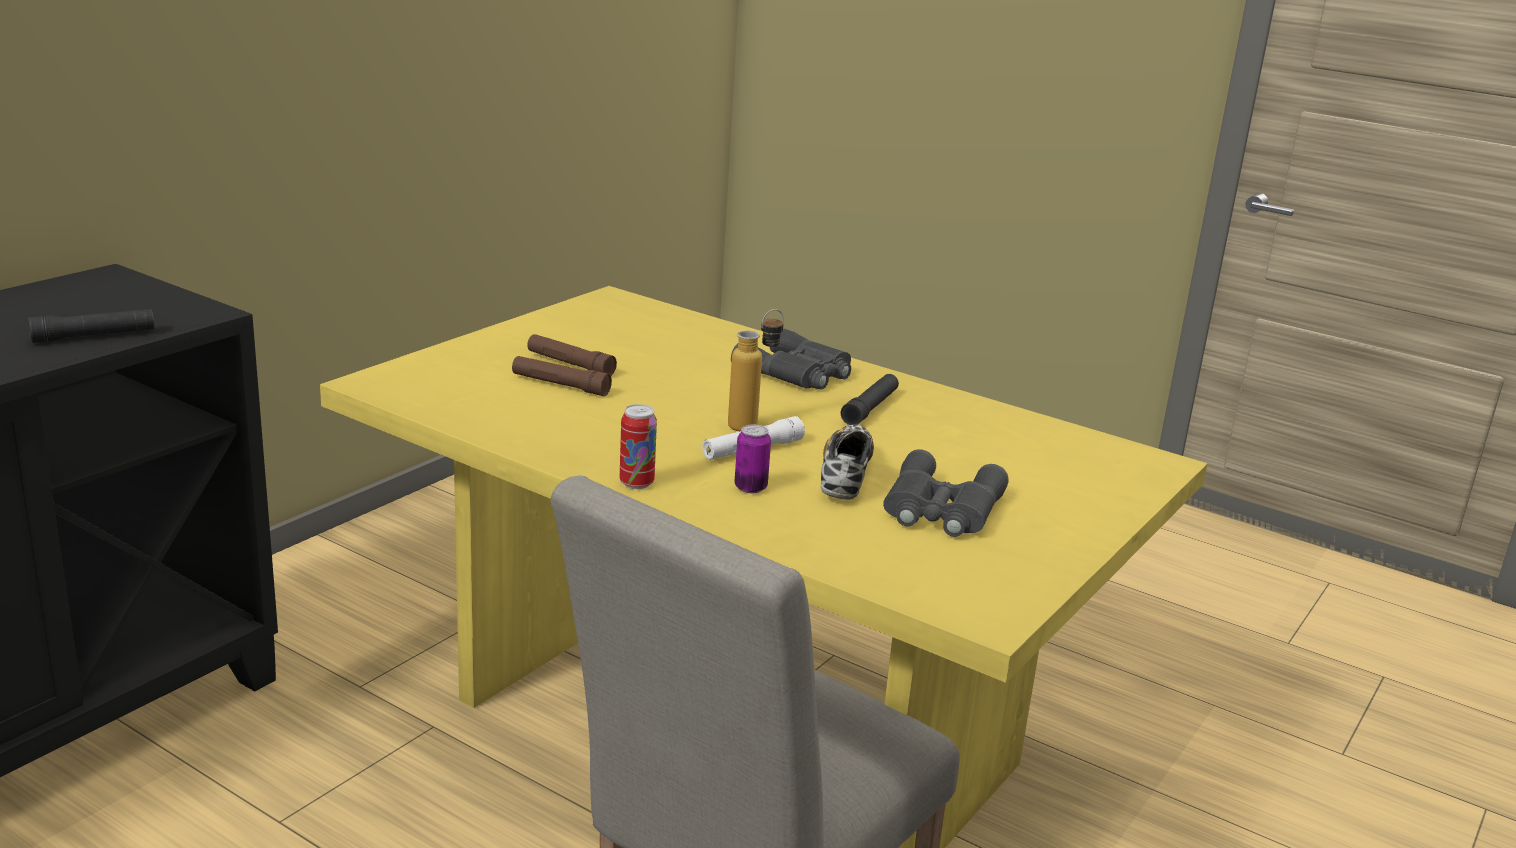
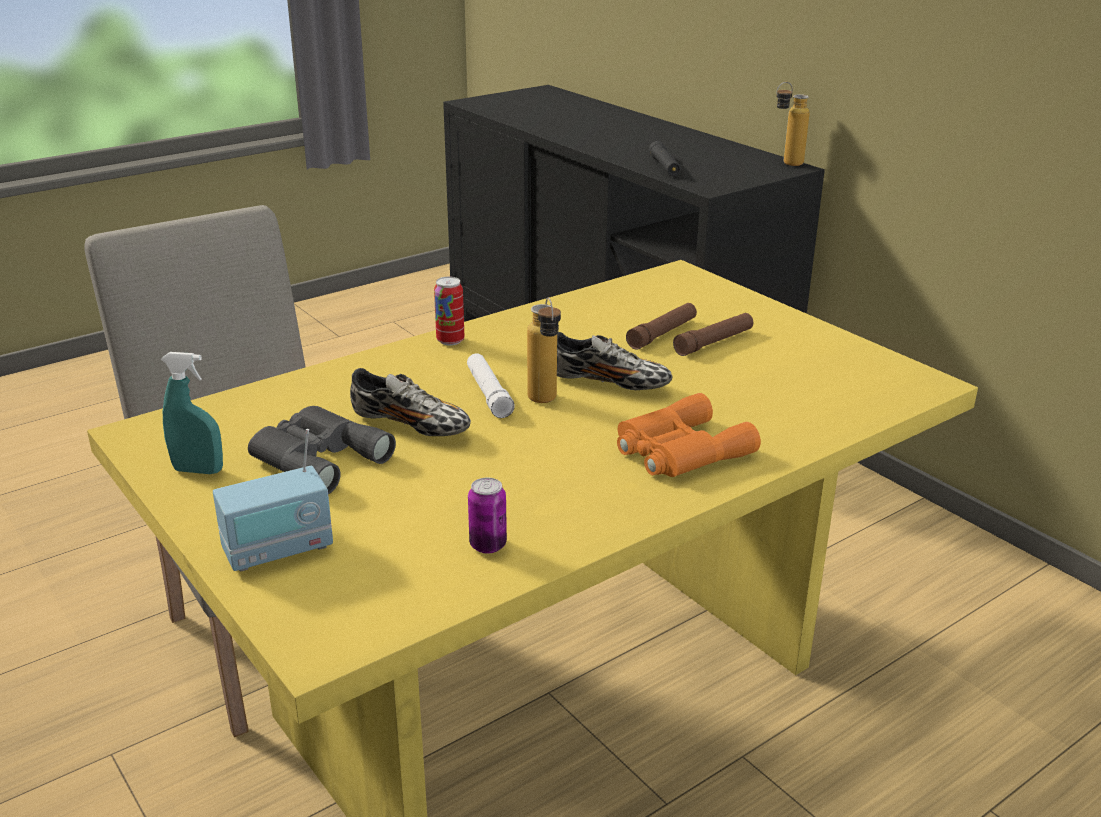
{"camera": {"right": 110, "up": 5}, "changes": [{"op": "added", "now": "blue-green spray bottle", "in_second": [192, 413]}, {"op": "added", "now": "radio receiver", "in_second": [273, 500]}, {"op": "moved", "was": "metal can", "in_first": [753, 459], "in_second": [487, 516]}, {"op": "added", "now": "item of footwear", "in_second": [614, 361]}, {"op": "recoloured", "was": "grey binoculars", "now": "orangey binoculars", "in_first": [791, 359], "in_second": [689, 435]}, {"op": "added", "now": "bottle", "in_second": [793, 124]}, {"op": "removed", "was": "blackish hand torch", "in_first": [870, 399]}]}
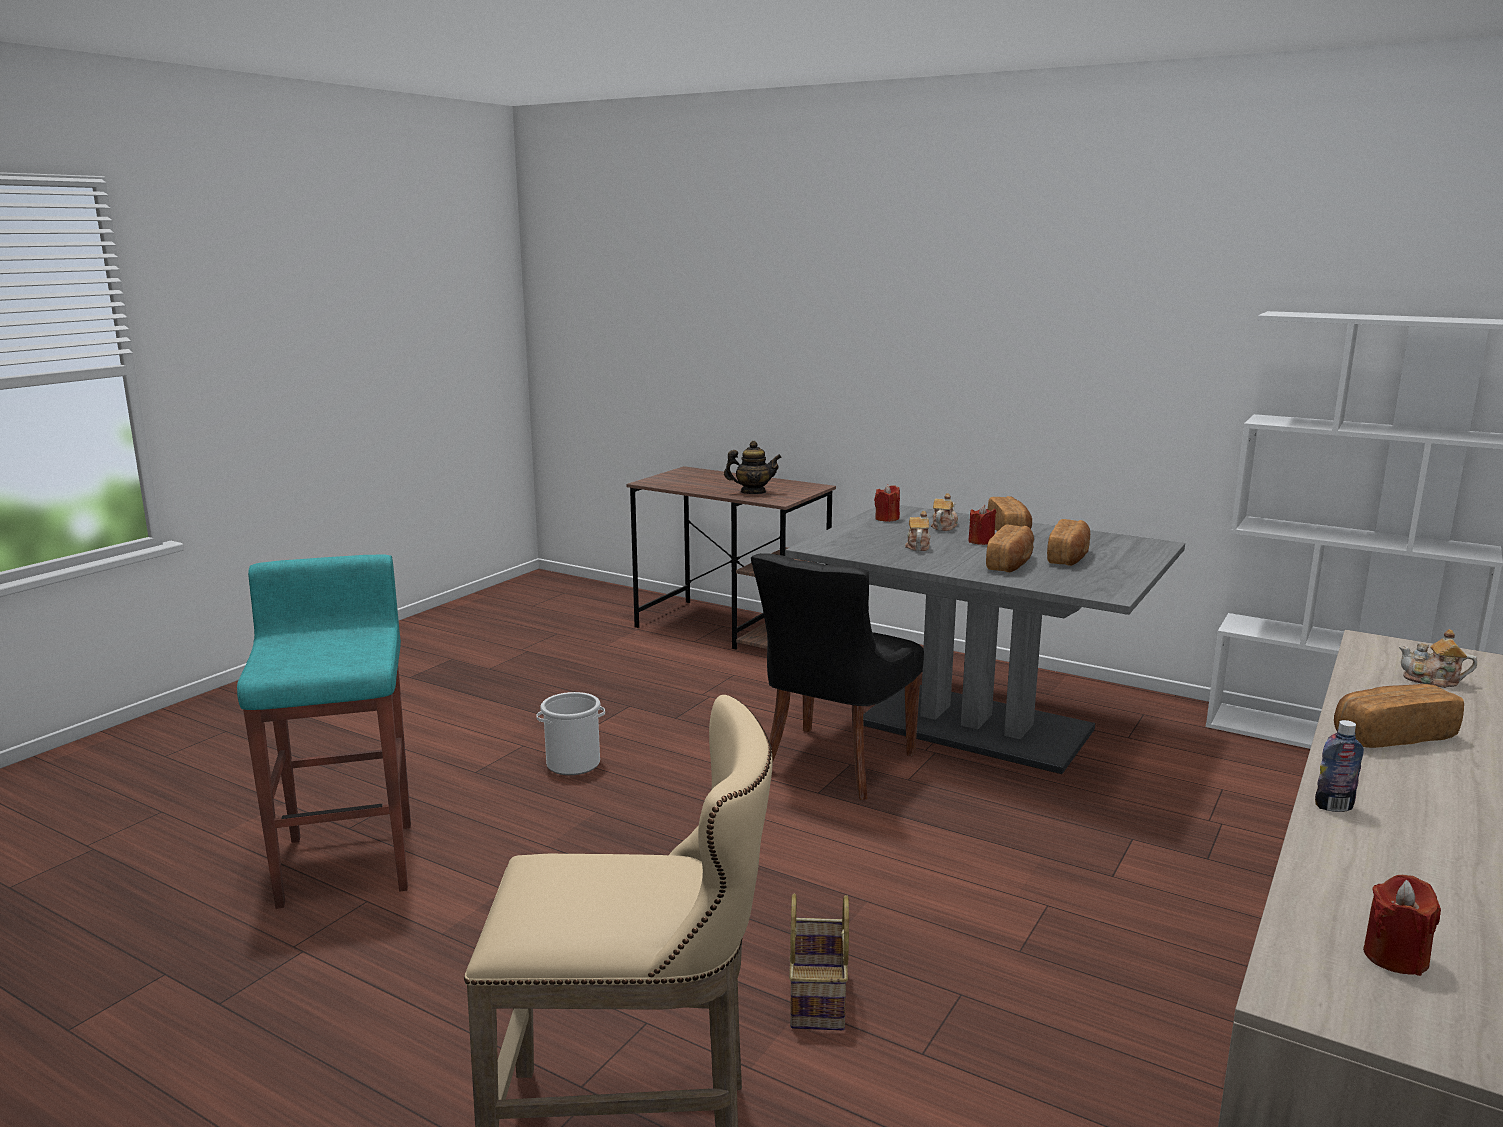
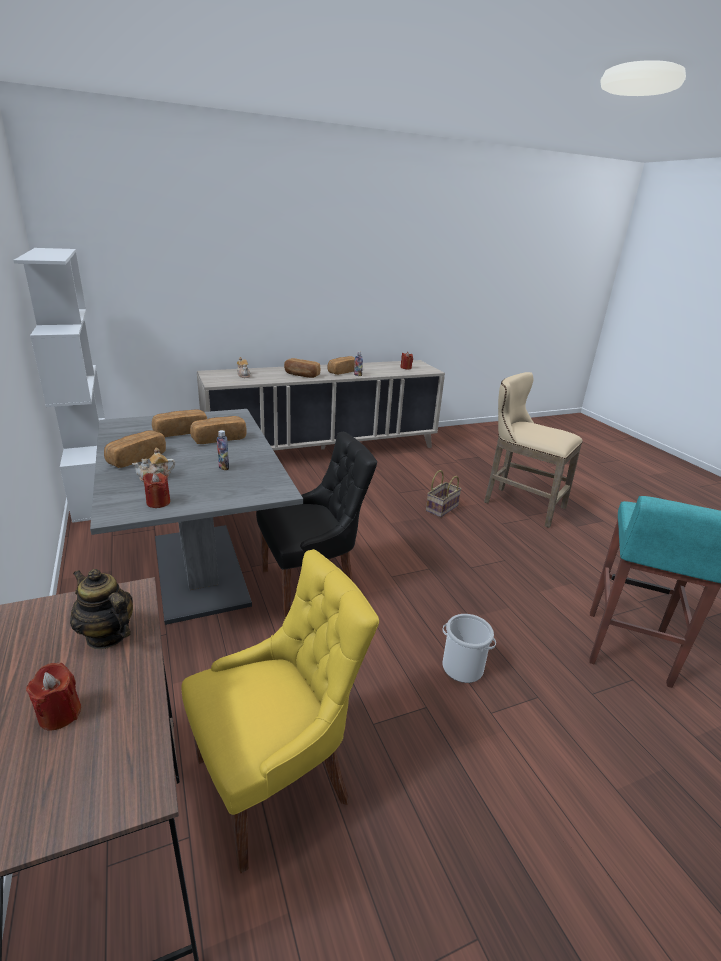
{"camera": {"right": -145, "up": 10}, "changes": [{"op": "moved", "was": "reddish wax light", "in_first": [982, 525], "in_second": [53, 696]}, {"op": "added", "now": "yellow-coloured upright chair", "in_second": [280, 711]}, {"op": "replaced", "was": "tea pot", "now": "bottle", "in_first": [917, 531], "in_second": [223, 450]}, {"op": "added", "now": "baked bread", "in_second": [341, 365]}]}
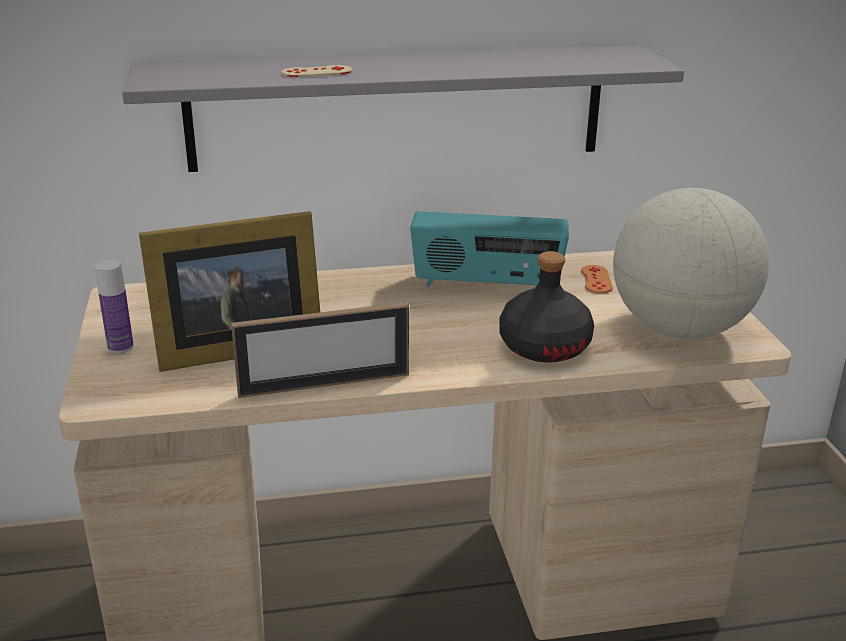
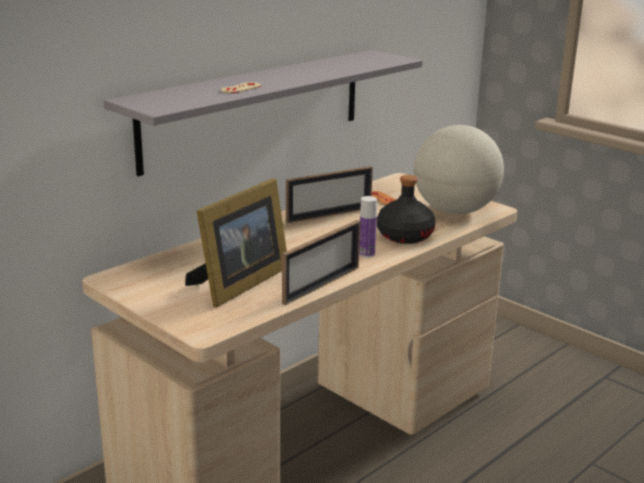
{"camera": {"right": -35, "up": -5}, "changes": [{"op": "replaced", "was": "radio receiver", "now": "standing frame", "in_first": [489, 248], "in_second": [329, 194]}, {"op": "moved", "was": "bottle", "in_first": [114, 307], "in_second": [368, 226]}]}
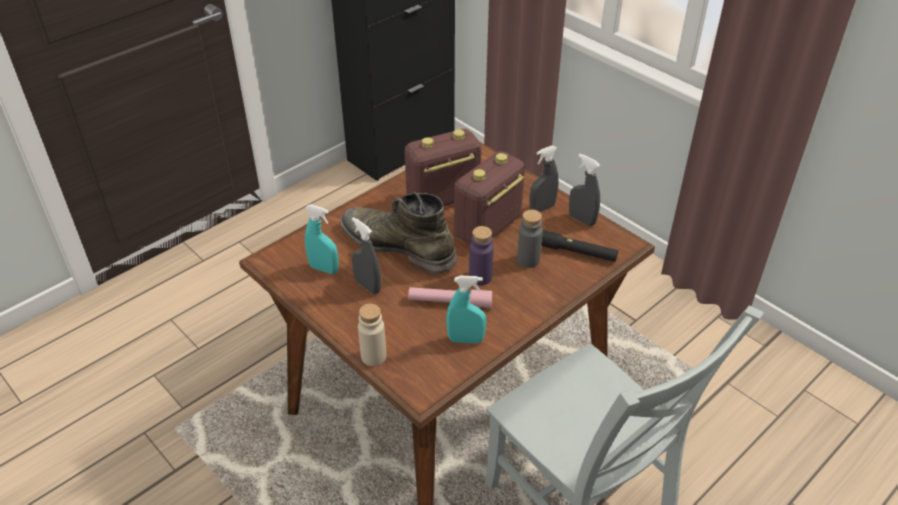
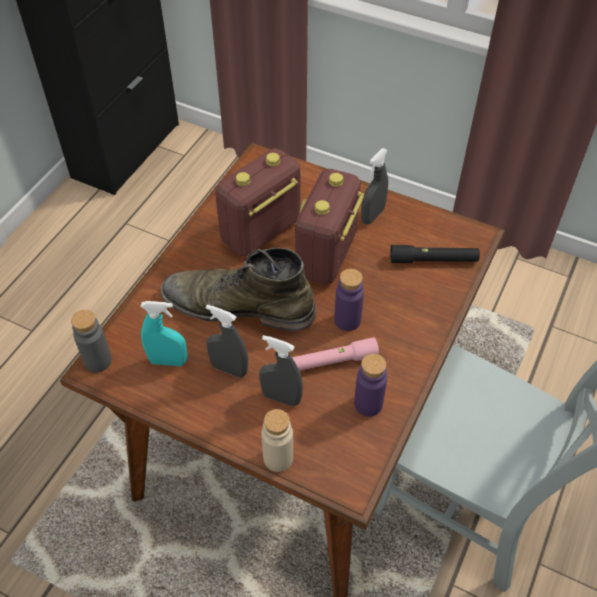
{"camera": {"right": -20, "up": 10}, "changes": [{"op": "moved", "was": "grey bottle", "in_first": [530, 239], "in_second": [91, 341]}, {"op": "moved", "was": "grey spray bottle", "in_first": [584, 190], "in_second": [281, 371]}, {"op": "replaced", "was": "blue-green spray bottle", "now": "purplish bottle", "in_first": [466, 310], "in_second": [370, 385]}]}
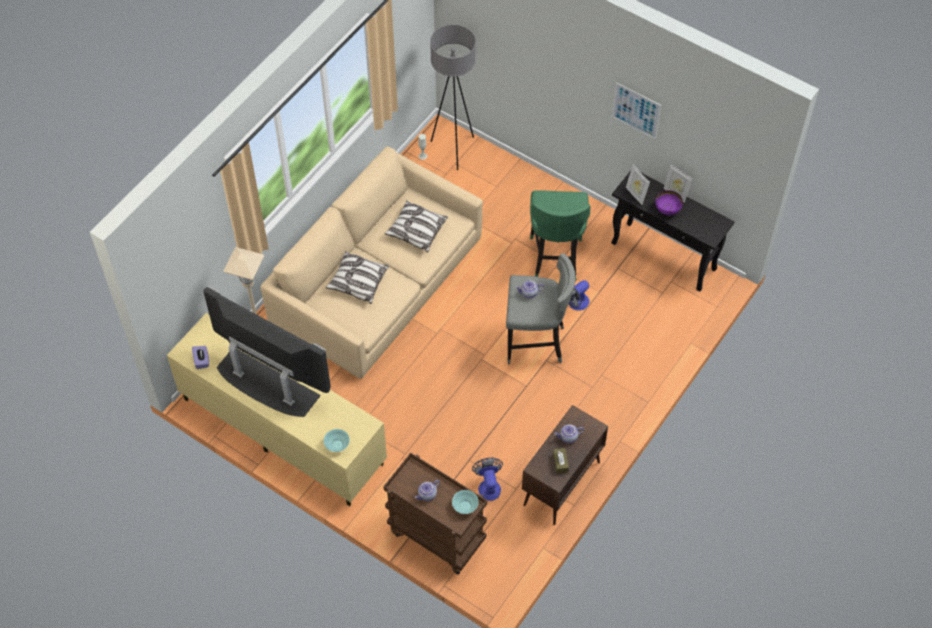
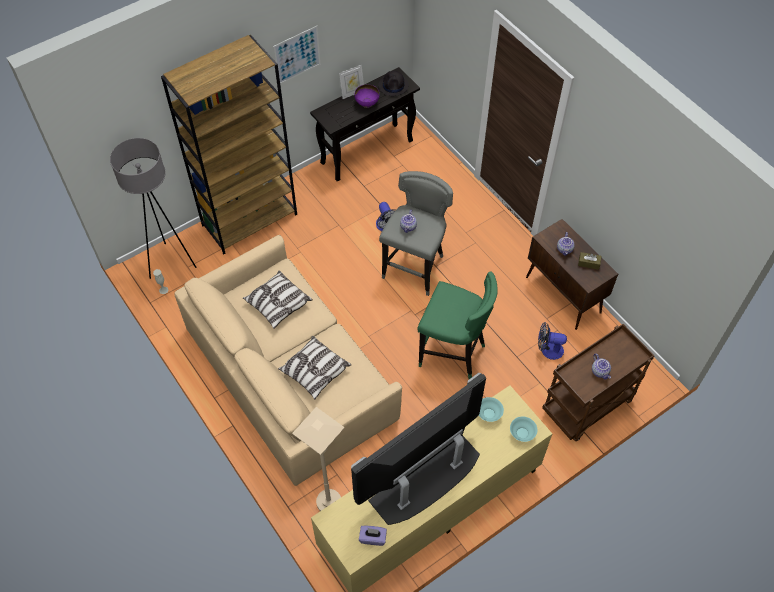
{"camera": {"right": -70, "up": 0}, "changes": [{"op": "added", "now": "brown bookshelf", "in_second": [229, 144]}, {"op": "added", "now": "blackish hat", "in_second": [393, 83]}, {"op": "moved", "was": "greenish stool", "in_first": [560, 235], "in_second": [457, 325]}, {"op": "moved", "was": "blue-green serving bowl", "in_first": [465, 502], "in_second": [491, 409]}, {"op": "removed", "was": "standing frame", "in_first": [638, 185]}]}
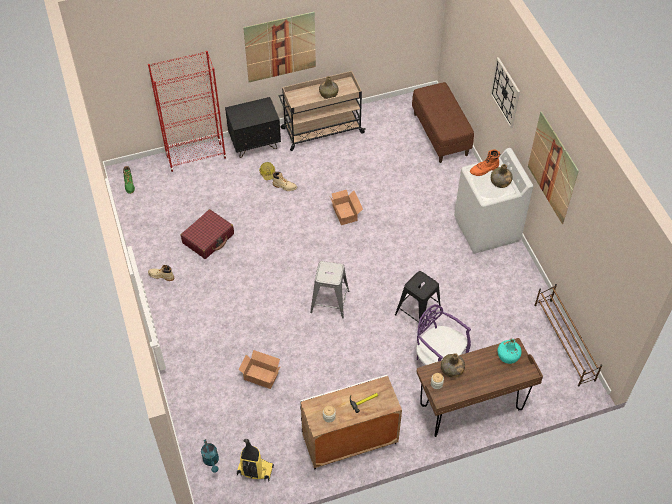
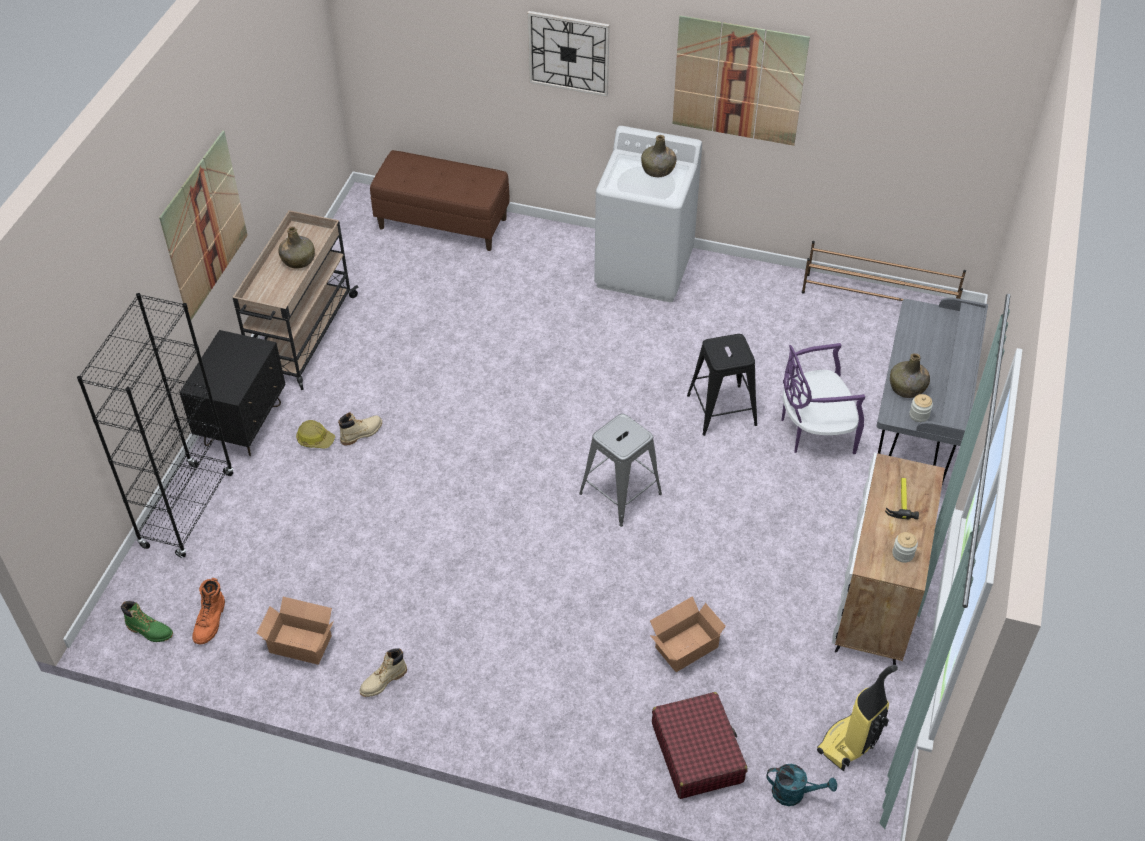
{"camera": {"right": -55, "up": -5}, "changes": [{"op": "recoloured", "was": "reddish bookshelf", "now": "blackish bookshelf", "in_first": [187, 111], "in_second": [155, 425]}, {"op": "moved", "was": "orangey tall boot", "in_first": [485, 162], "in_second": [208, 611]}, {"op": "moved", "was": "cardboard box", "in_first": [346, 207], "in_second": [295, 631]}, {"op": "moved", "was": "reddish piece of luggage", "in_first": [207, 234], "in_second": [700, 745]}, {"op": "recoloured", "was": "brown desk", "now": "grey desk", "in_first": [479, 387], "in_second": [932, 391]}, {"op": "removed", "was": "blue-green bottle", "in_first": [510, 351]}]}
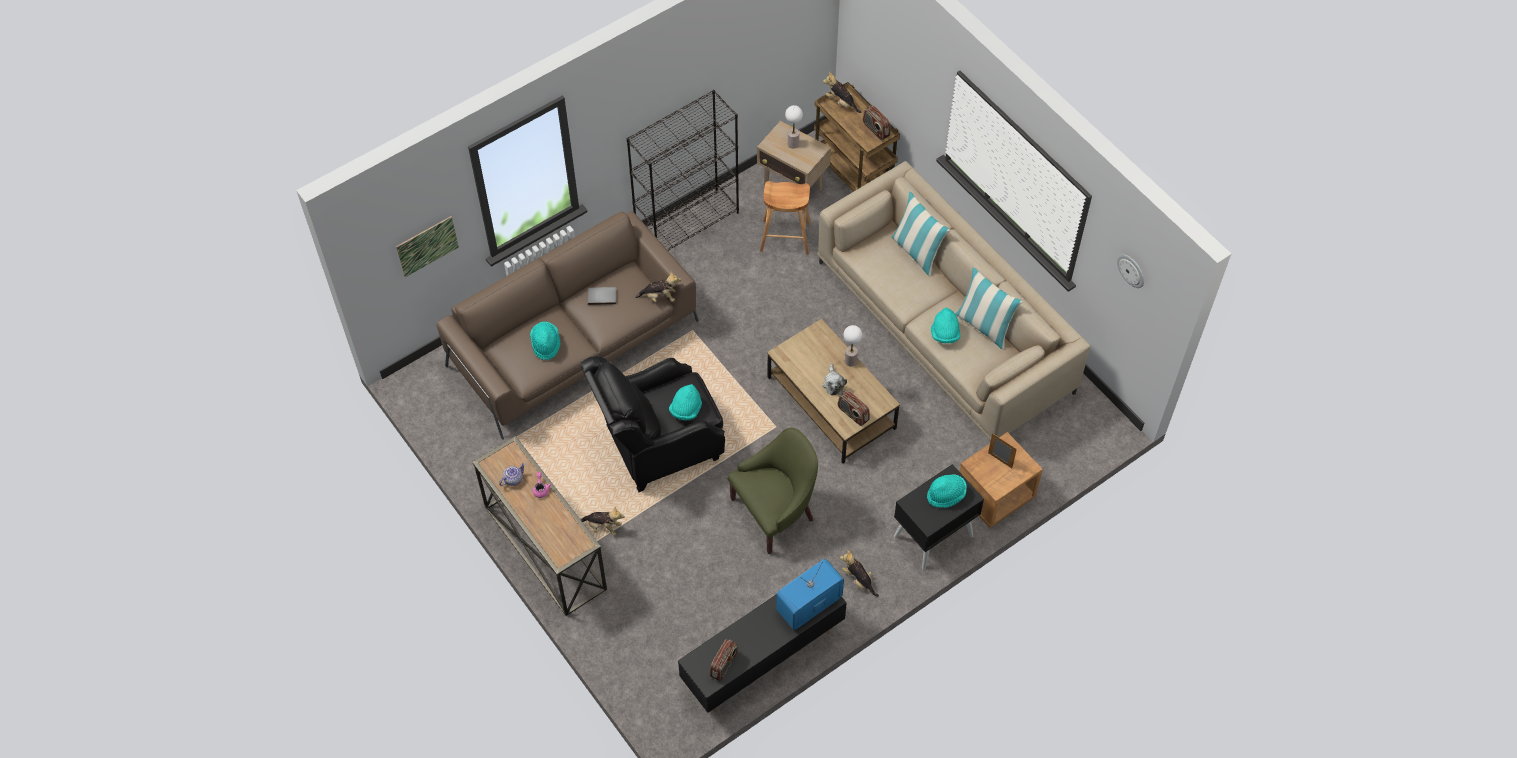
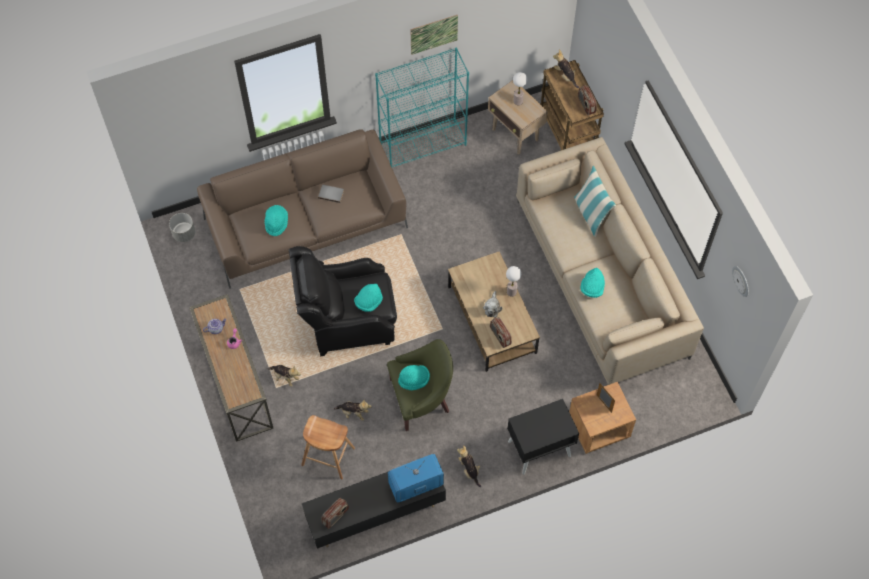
{"camera": {"right": 15, "up": 5}, "changes": [{"op": "added", "now": "grey plant pot", "in_second": [182, 227]}, {"op": "moved", "was": "brown stool", "in_first": [785, 218], "in_second": [328, 447]}, {"op": "moved", "was": "plush toy", "in_first": [658, 286], "in_second": [353, 410]}, {"op": "recoloured", "was": "blackish bookshelf", "now": "blue-green bookshelf", "in_first": [682, 170], "in_second": [422, 107]}, {"op": "moved", "was": "blue-green hat", "in_first": [947, 491], "in_second": [414, 377]}, {"op": "moved", "was": "wall art", "in_first": [427, 246], "in_second": [434, 35]}, {"op": "removed", "was": "throw pillow", "in_first": [989, 308]}]}
